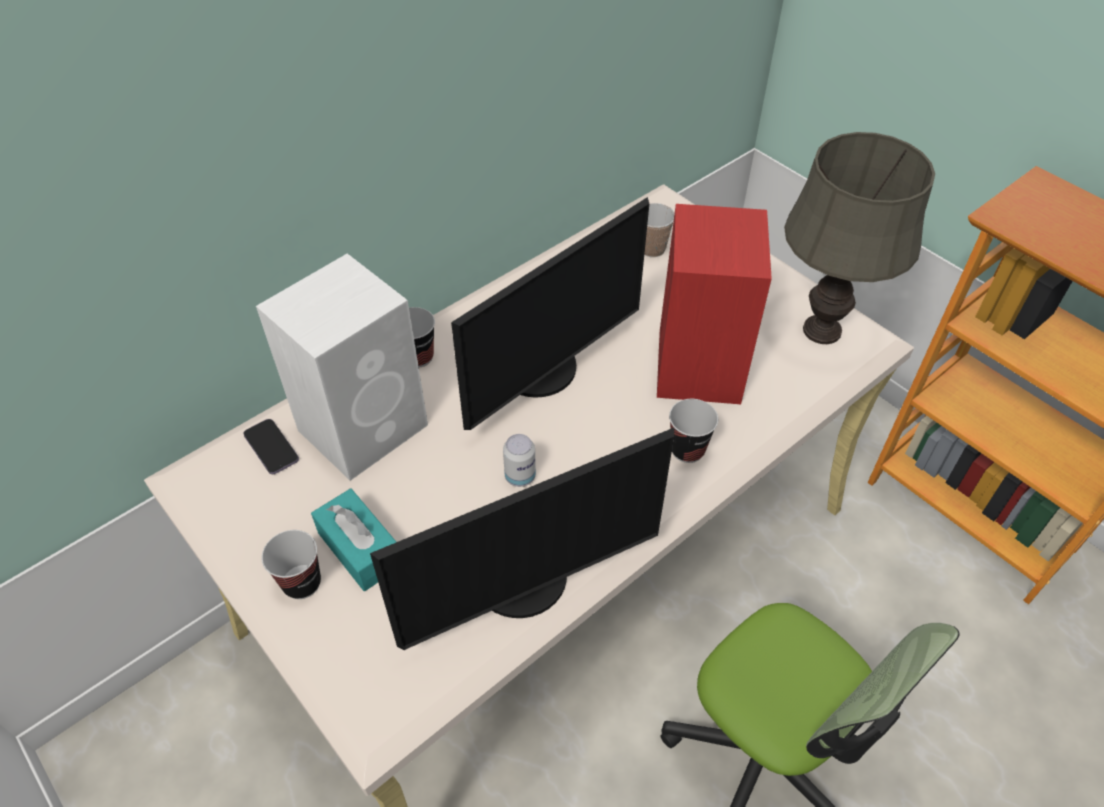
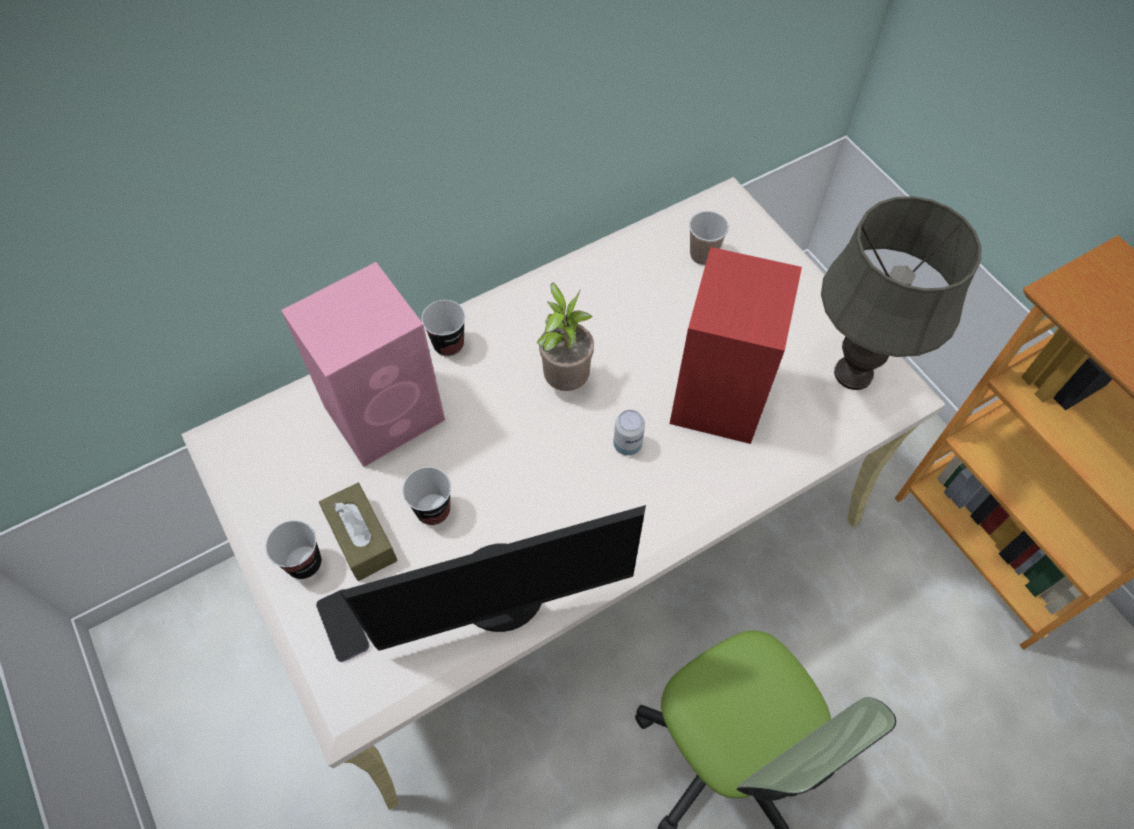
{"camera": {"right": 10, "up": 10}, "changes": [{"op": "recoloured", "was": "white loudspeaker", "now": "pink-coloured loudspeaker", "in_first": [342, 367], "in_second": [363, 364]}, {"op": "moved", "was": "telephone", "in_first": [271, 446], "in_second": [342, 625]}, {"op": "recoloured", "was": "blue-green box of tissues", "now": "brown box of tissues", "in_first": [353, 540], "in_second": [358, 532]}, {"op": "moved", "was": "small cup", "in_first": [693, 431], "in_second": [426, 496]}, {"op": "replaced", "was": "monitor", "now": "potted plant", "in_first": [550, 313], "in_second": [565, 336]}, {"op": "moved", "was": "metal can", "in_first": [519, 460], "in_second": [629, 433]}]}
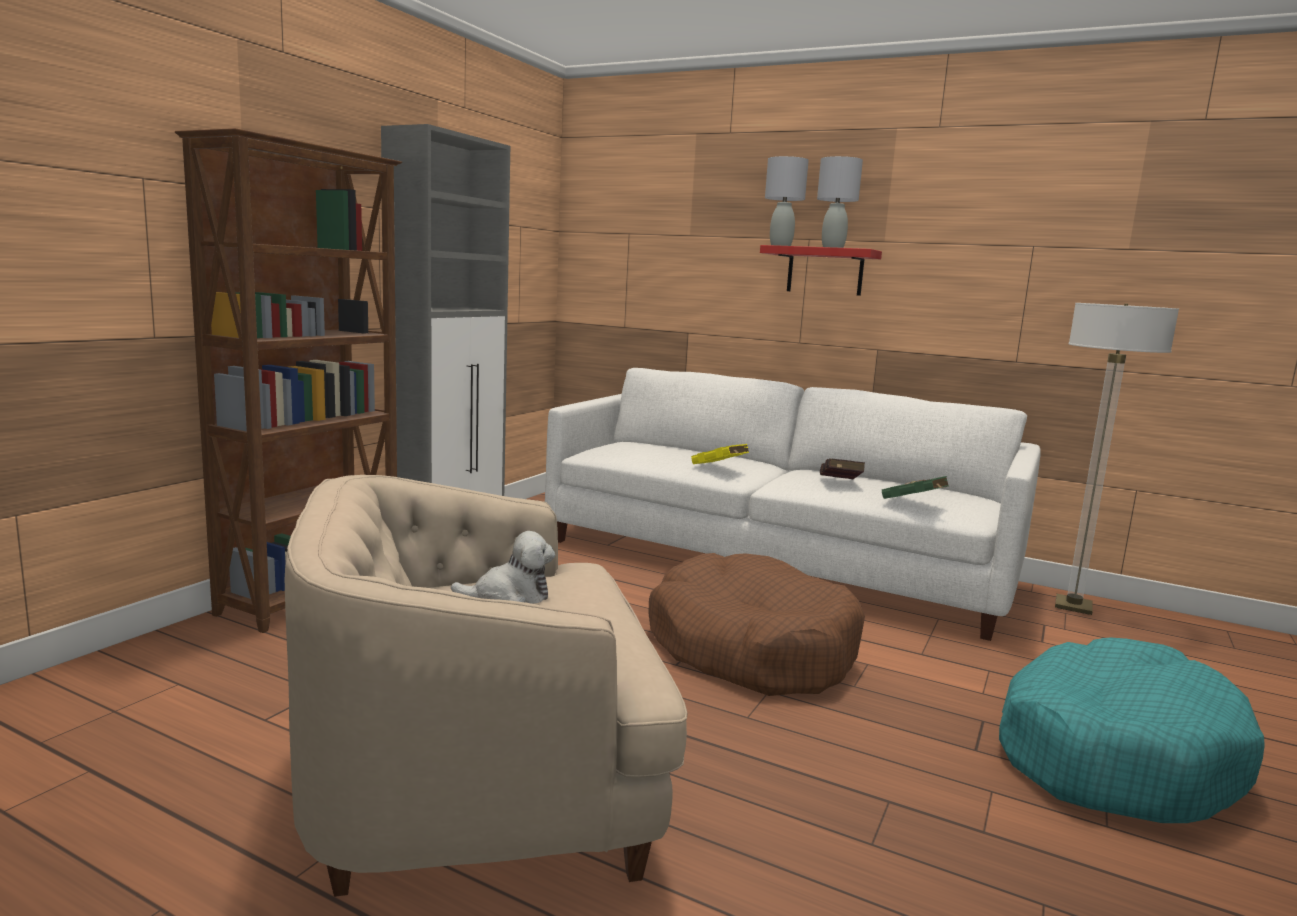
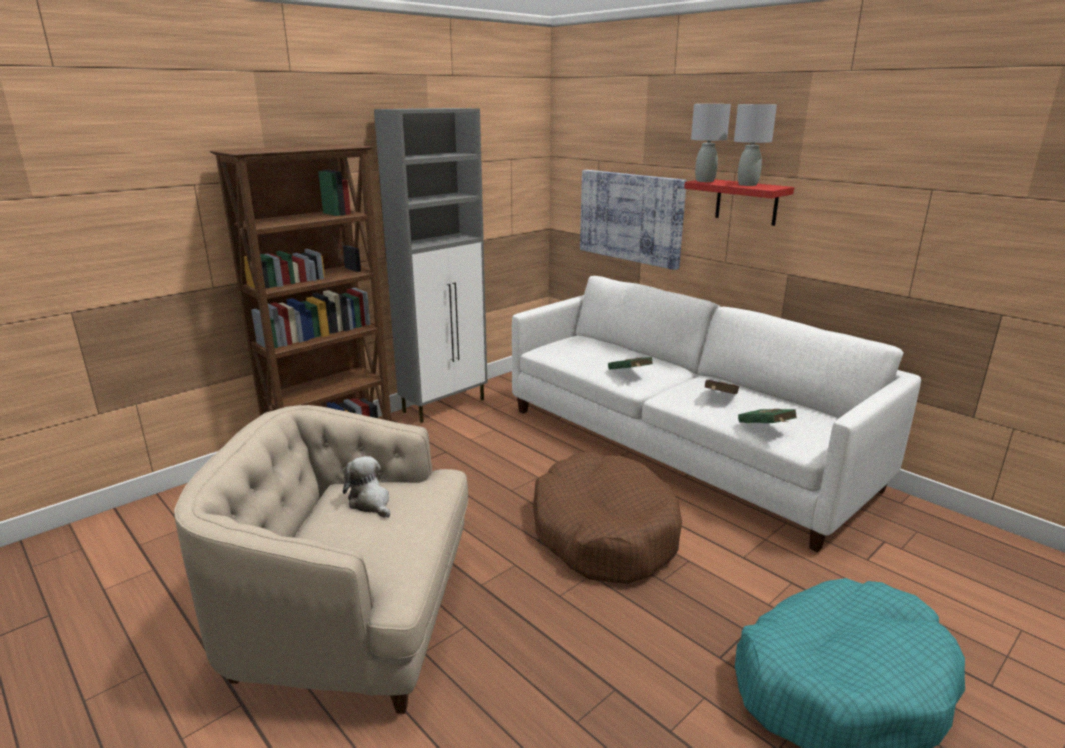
{"camera": {"right": 20, "up": 10}, "changes": [{"op": "turned", "was": "plush toy", "in_first": [503, 567], "in_second": [366, 487], "clockwise": -135}, {"op": "added", "now": "wall art", "in_second": [633, 220]}, {"op": "recoloured", "was": "yellow-coloured volume", "now": "greenish volume", "in_first": [720, 454], "in_second": [630, 363]}, {"op": "removed", "was": "standard lamp", "in_first": [1117, 459]}]}
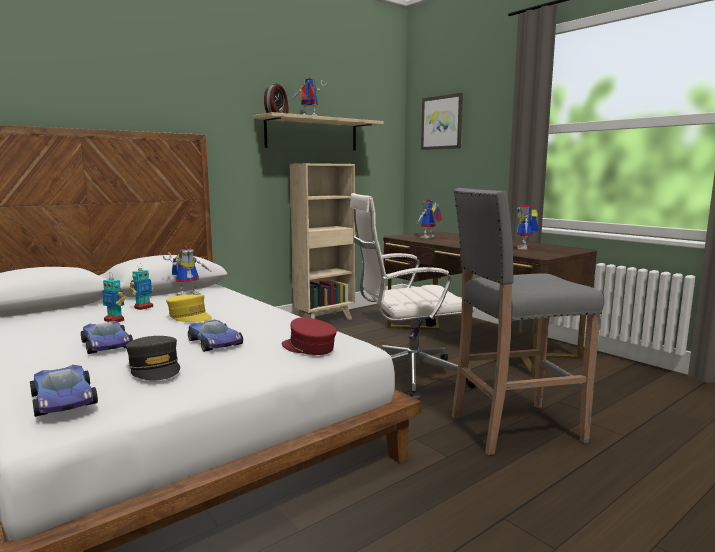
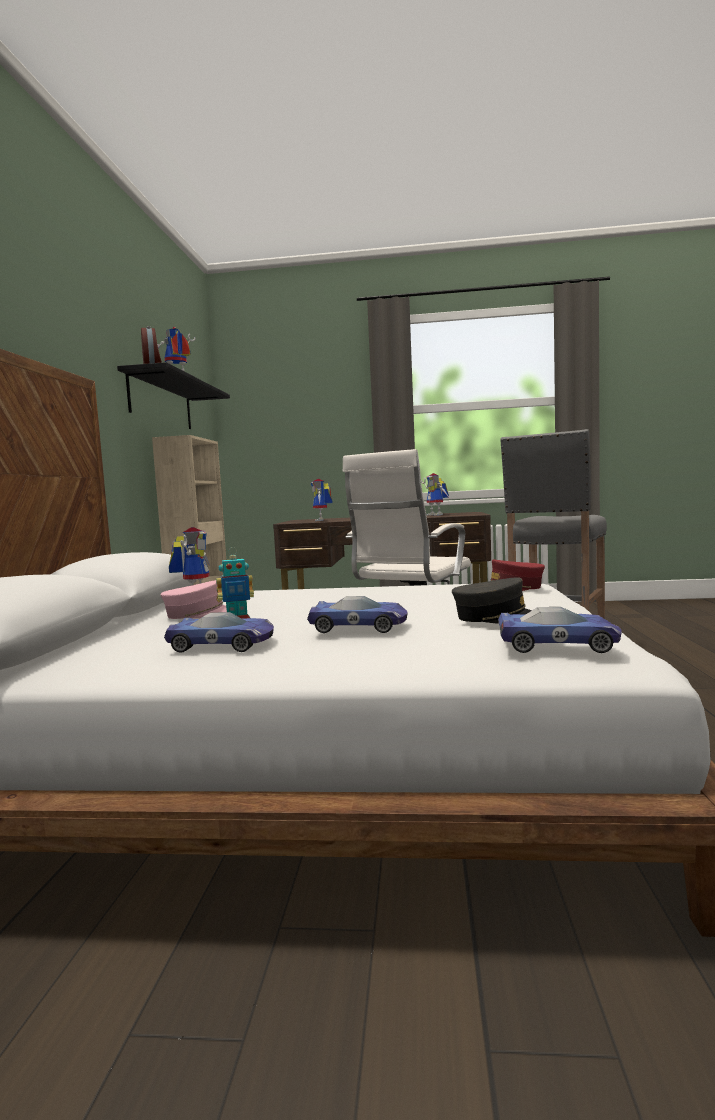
{"camera": {"right": -45, "up": -5}, "changes": [{"op": "recoloured", "was": "sand-coloured wall shelf", "now": "blackish wall shelf", "in_first": [318, 131], "in_second": [173, 395]}, {"op": "replaced", "was": "toy robot", "now": "pink-coloured baseball cap", "in_first": [141, 287], "in_second": [194, 599]}, {"op": "moved", "was": "miniature car", "in_first": [215, 335], "in_second": [219, 632]}, {"op": "removed", "was": "yellow-coloured baseball cap", "in_first": [189, 308]}, {"op": "removed", "was": "wall art", "in_first": [442, 121]}]}
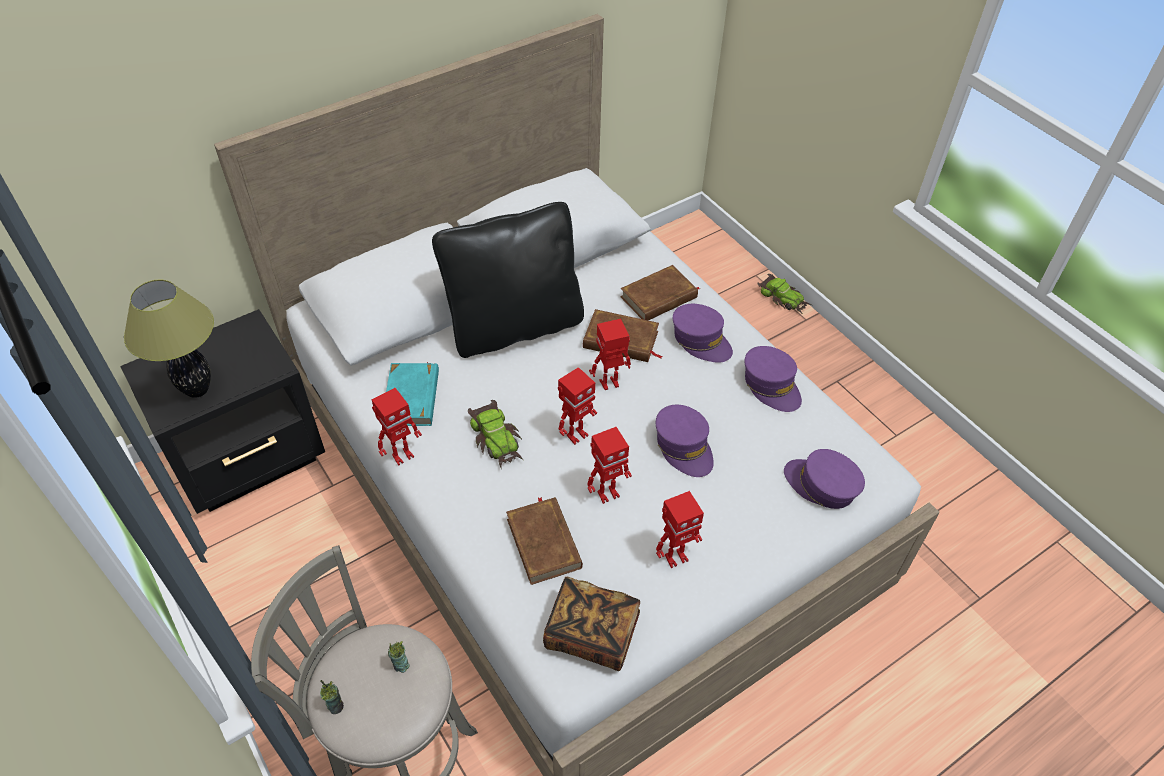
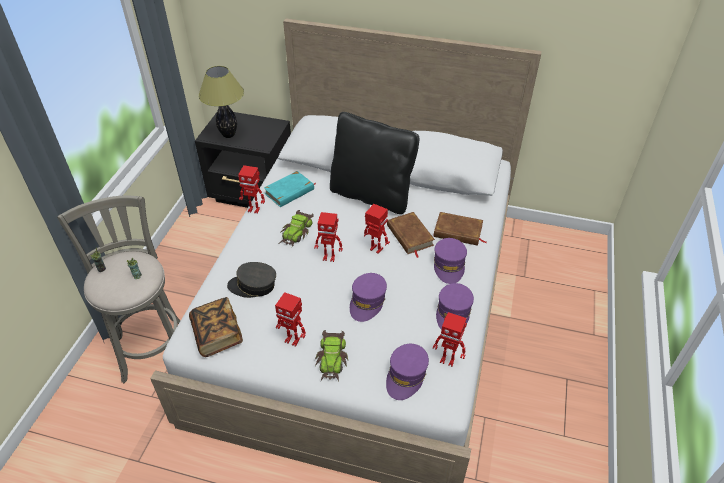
{"camera": {"right": 50, "up": -5}, "changes": [{"op": "replaced", "was": "brown volume", "now": "grey baseball cap", "in_first": [544, 541], "in_second": [251, 280]}, {"op": "moved", "was": "miniature car", "in_first": [784, 294], "in_second": [331, 356]}, {"op": "turned", "was": "purplish baseball cap", "in_first": [824, 479], "in_second": [407, 372], "clockwise": -150}, {"op": "moved", "was": "toy robot", "in_first": [610, 465], "in_second": [450, 339]}]}
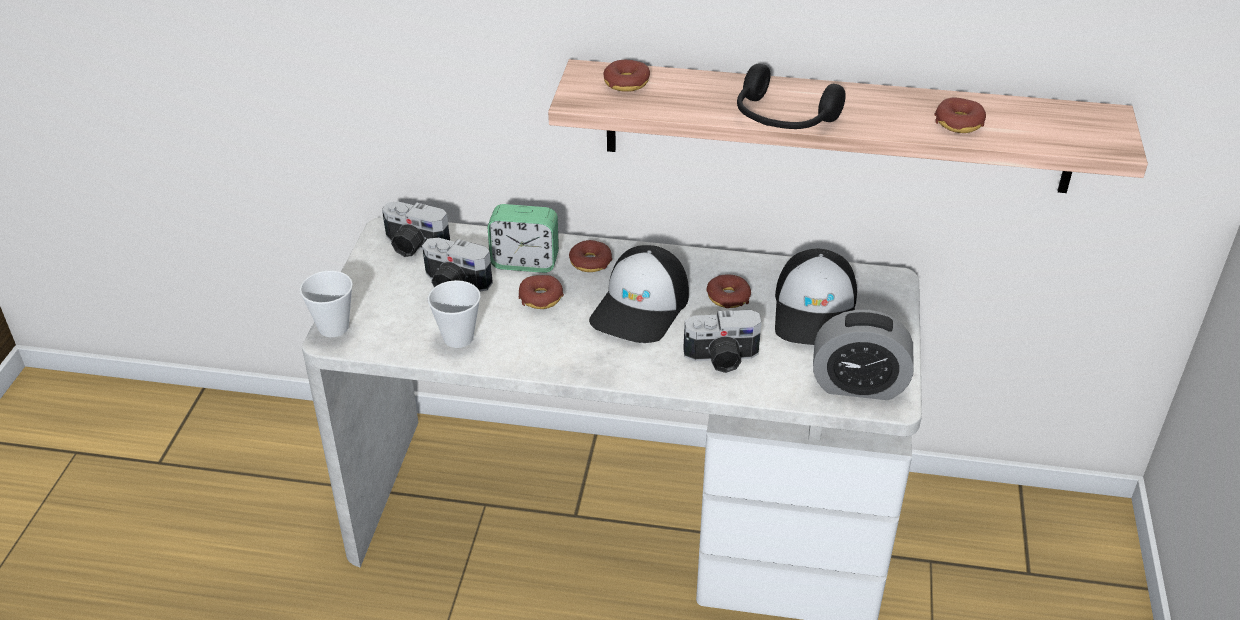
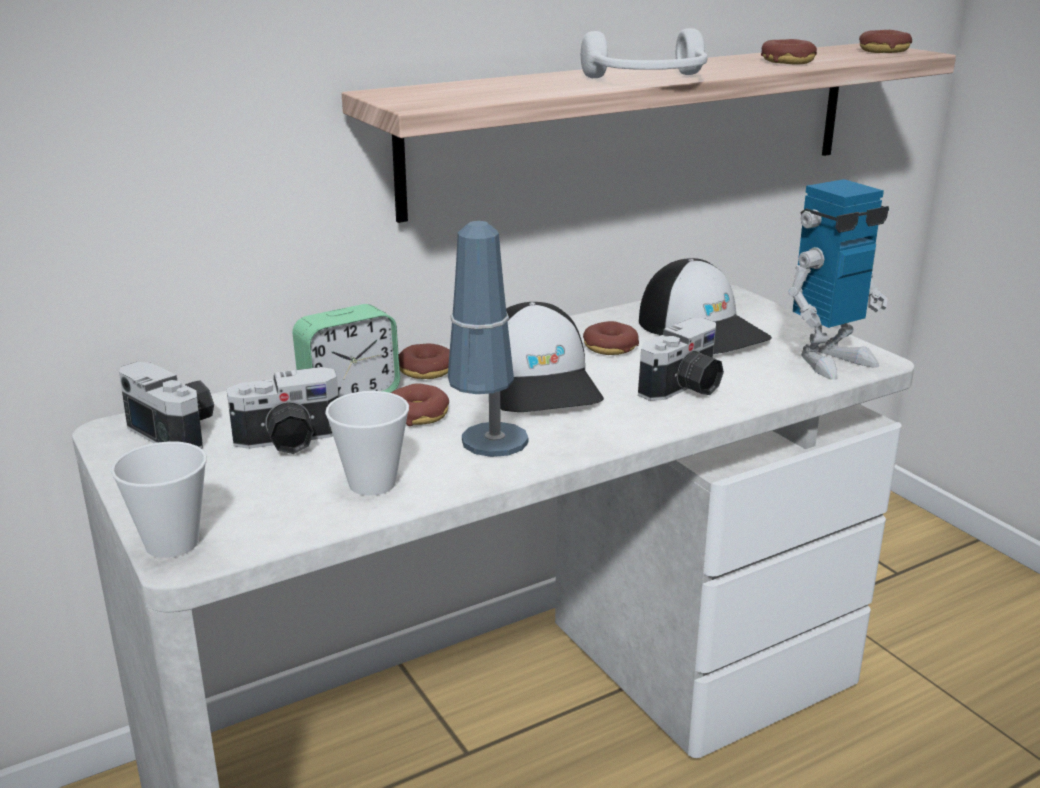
{"camera": {"right": -40, "up": -15}, "changes": [{"op": "turned", "was": "still camera", "in_first": [416, 229], "in_second": [166, 405], "clockwise": -120}, {"op": "added", "now": "tabletop lamp", "in_second": [488, 339]}, {"op": "recoloured", "was": "blackish headphones", "now": "white headphones", "in_first": [791, 96], "in_second": [644, 53]}, {"op": "replaced", "was": "bedside clock", "now": "toy robot", "in_first": [863, 355], "in_second": [838, 279]}, {"op": "moved", "was": "ring doughnut", "in_first": [626, 76], "in_second": [885, 41]}]}
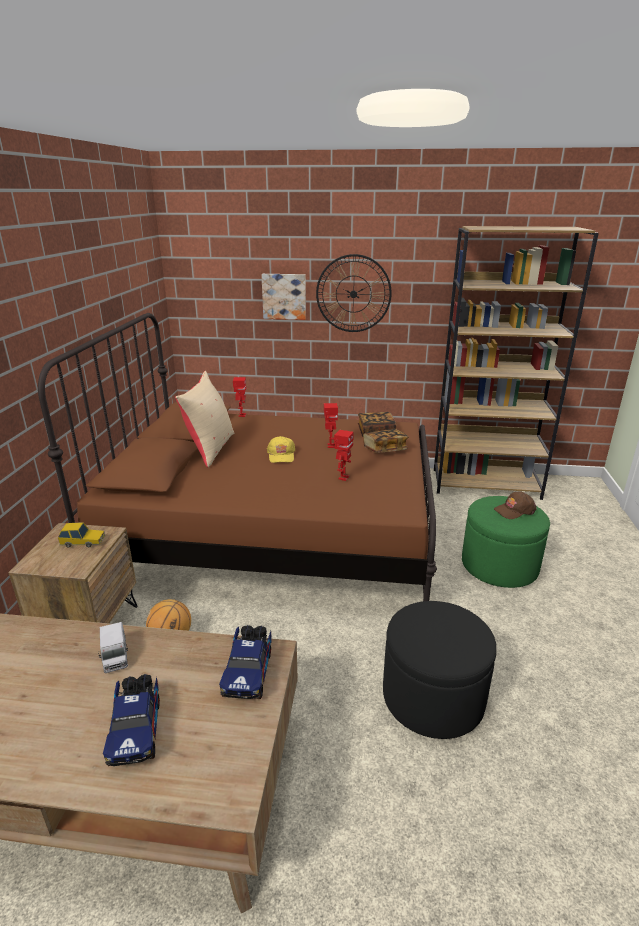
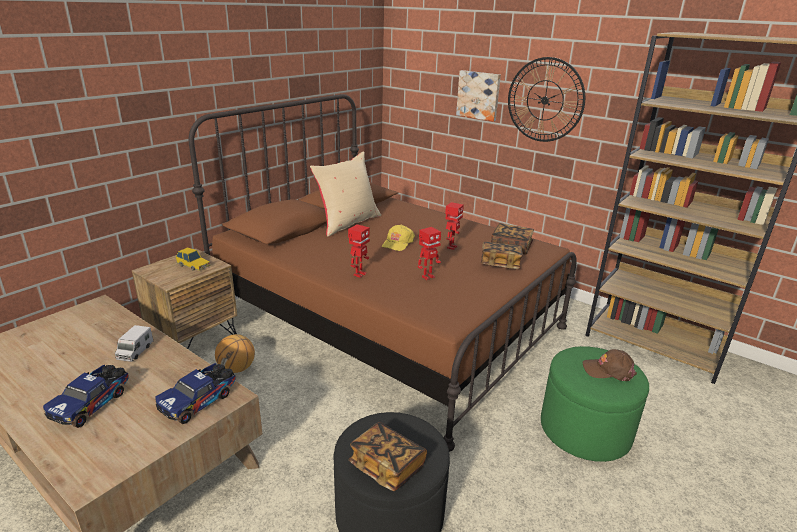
{"camera": {"right": 30, "up": 0}, "changes": [{"op": "moved", "was": "toy robot", "in_first": [239, 397], "in_second": [359, 251]}, {"op": "added", "now": "volume", "in_second": [388, 456]}]}
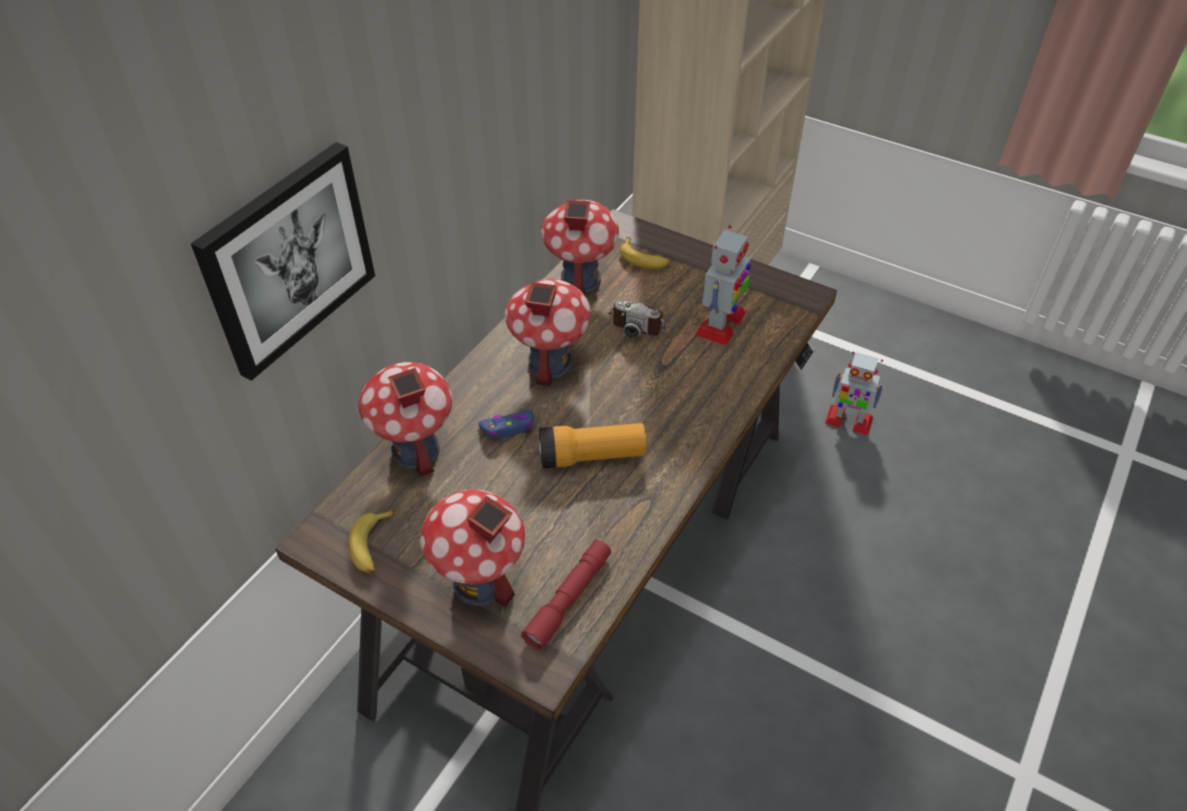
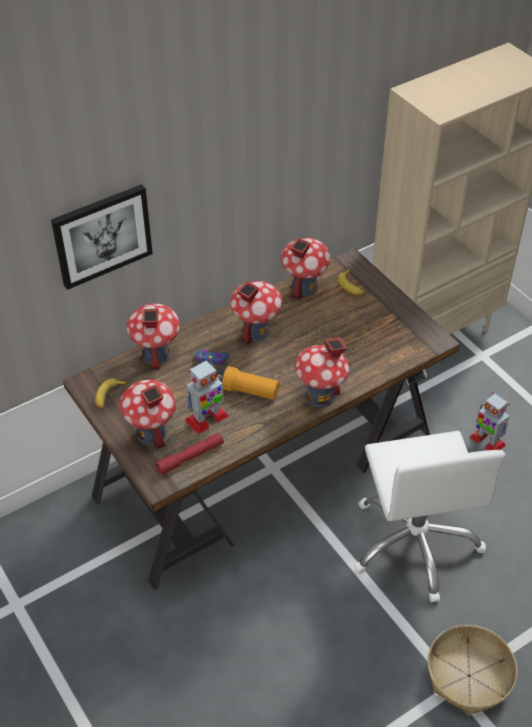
{"camera": {"right": 25, "up": 0}, "changes": [{"op": "moved", "was": "toy robot", "in_first": [723, 285], "in_second": [207, 396]}, {"op": "added", "now": "toy house", "in_second": [322, 372]}, {"op": "added", "now": "white office chair", "in_second": [430, 516]}, {"op": "added", "now": "household basket", "in_second": [472, 670]}, {"op": "removed", "was": "still camera", "in_first": [637, 319]}]}
